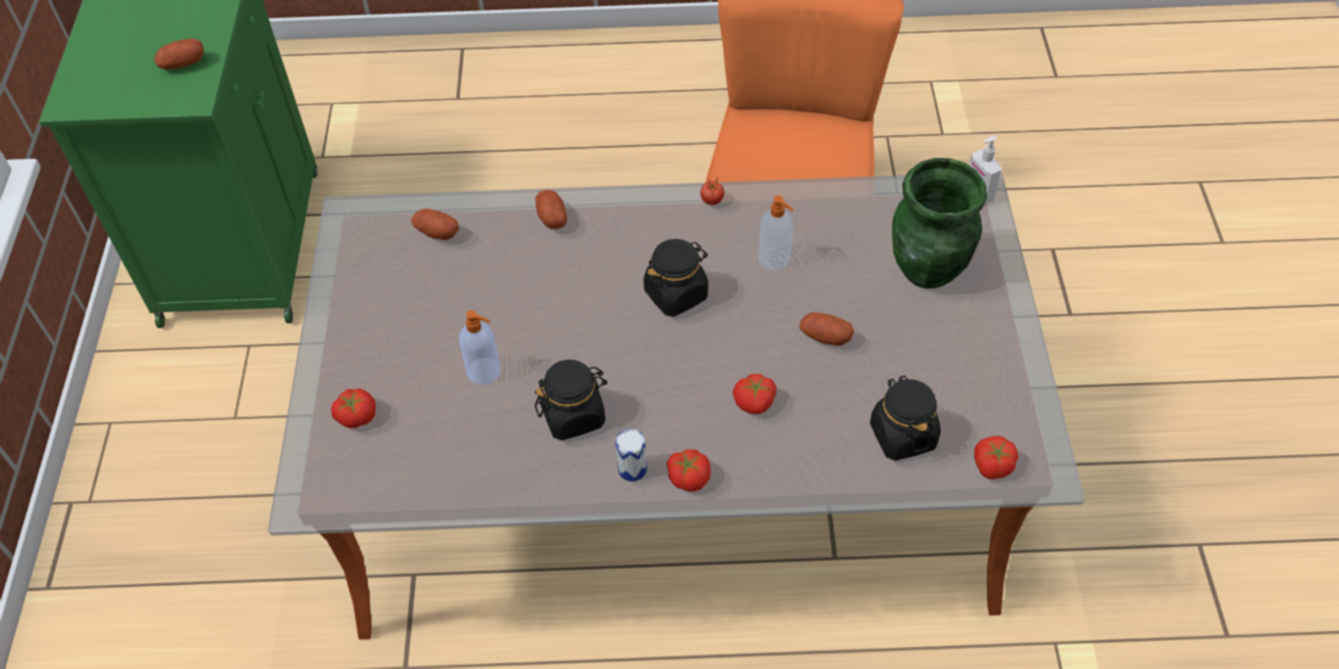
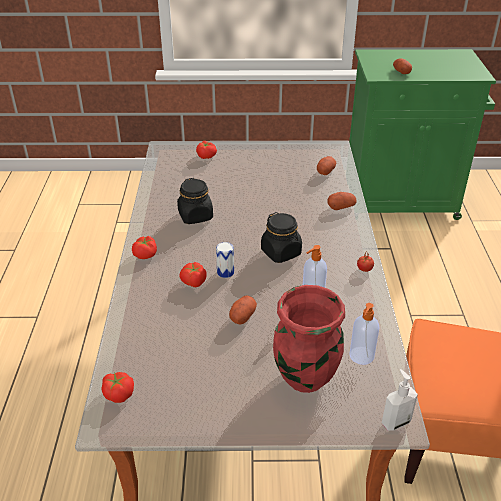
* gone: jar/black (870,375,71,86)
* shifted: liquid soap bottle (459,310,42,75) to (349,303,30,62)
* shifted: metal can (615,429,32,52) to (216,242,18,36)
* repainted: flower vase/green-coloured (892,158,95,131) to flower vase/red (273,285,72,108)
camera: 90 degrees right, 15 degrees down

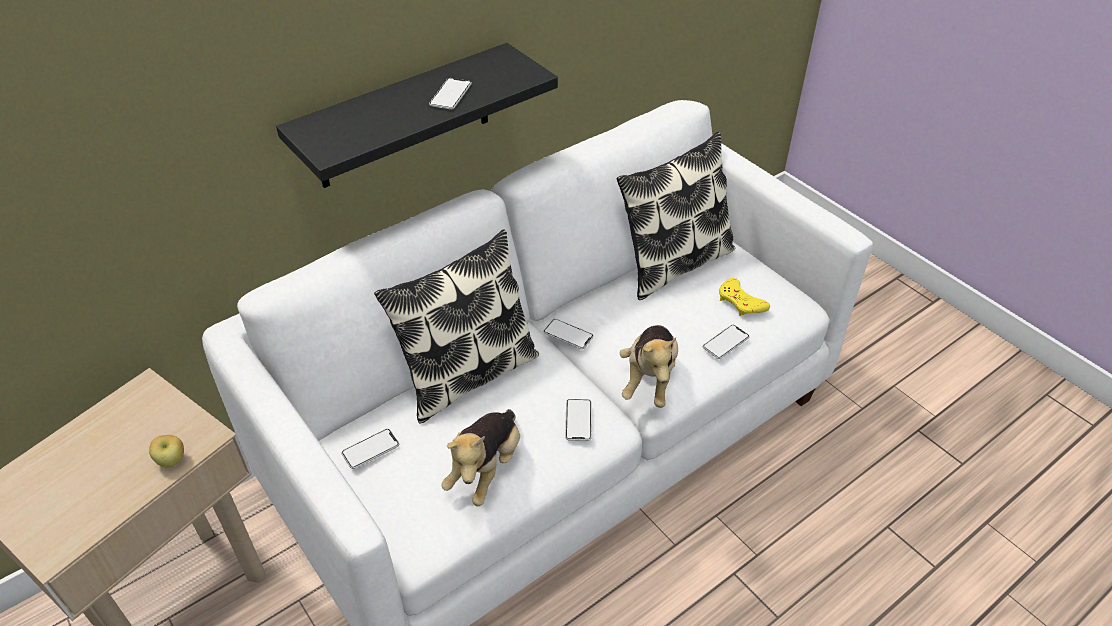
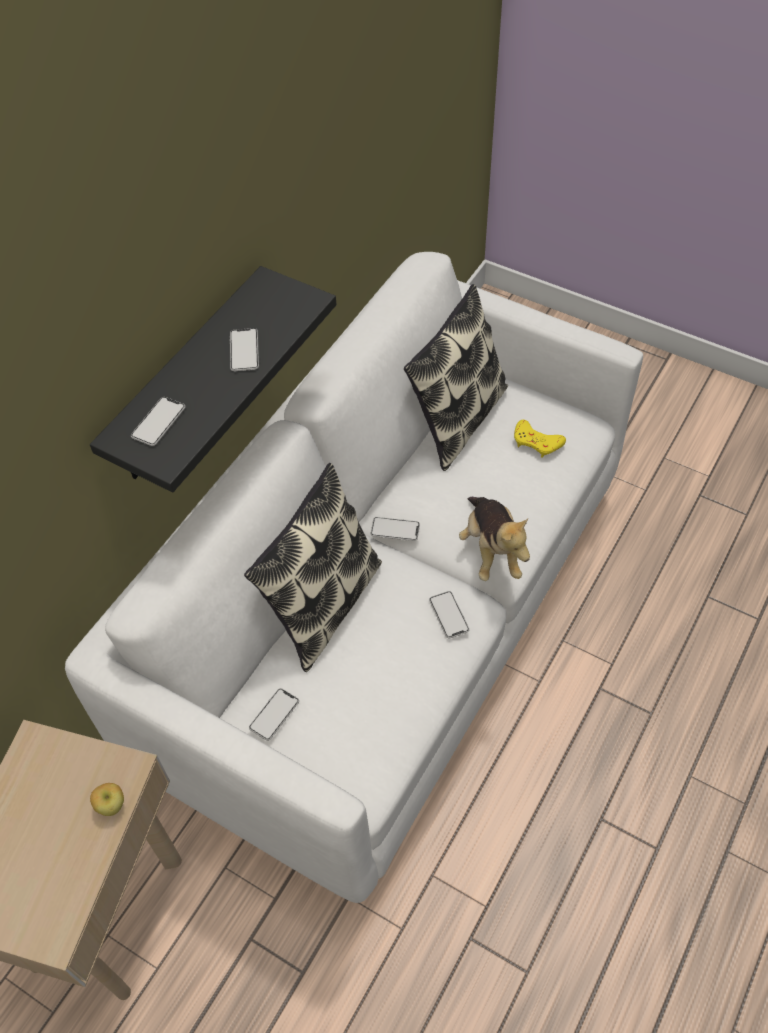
* gone: cuddly toy (441,409,79,97)
* shifted: handset (703,325,46,34) to (131,397,54,49)
camera: 20 degrees left, 10 degrees up

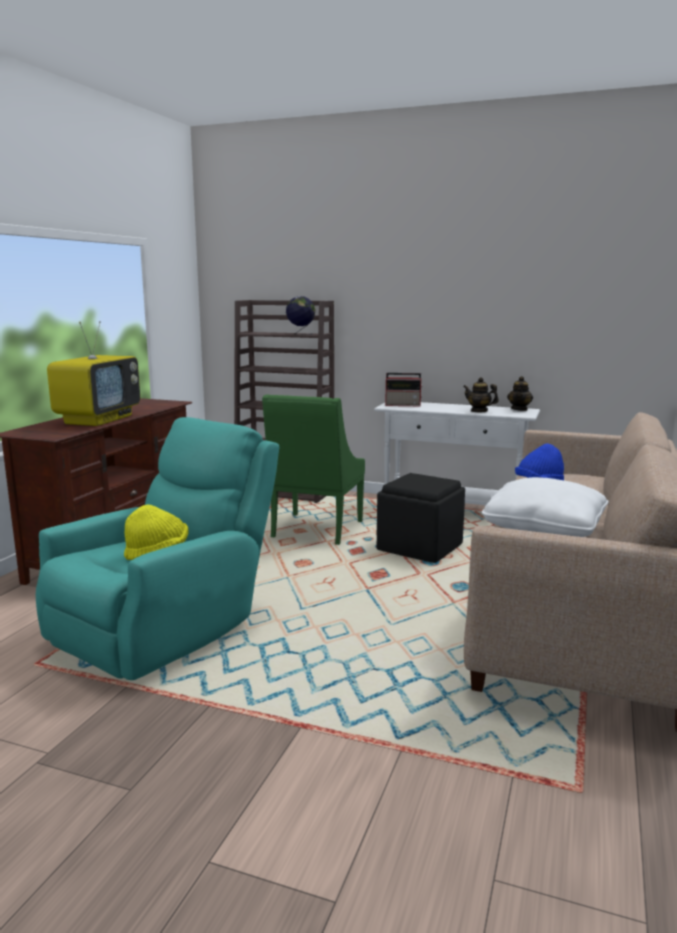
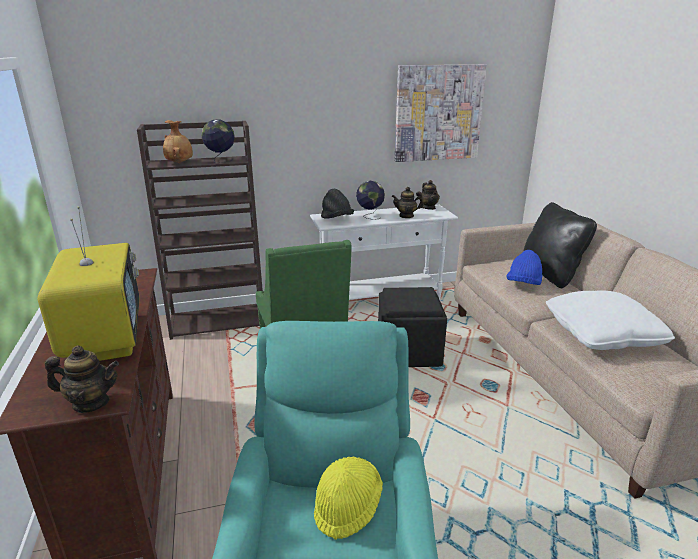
* new: teapot (45,346,74,67)
* new: flower vase/brown-coloured (163,120,30,43)
* new: globe (356,181,29,39)
* new: picture (395,64,92,98)
* new: throw pillow/black (523,202,74,86)
* swapped: radio receiver (385,373,38,33) to hat/black (321,189,33,30)
camera: 35 degrees left, 10 degrees up

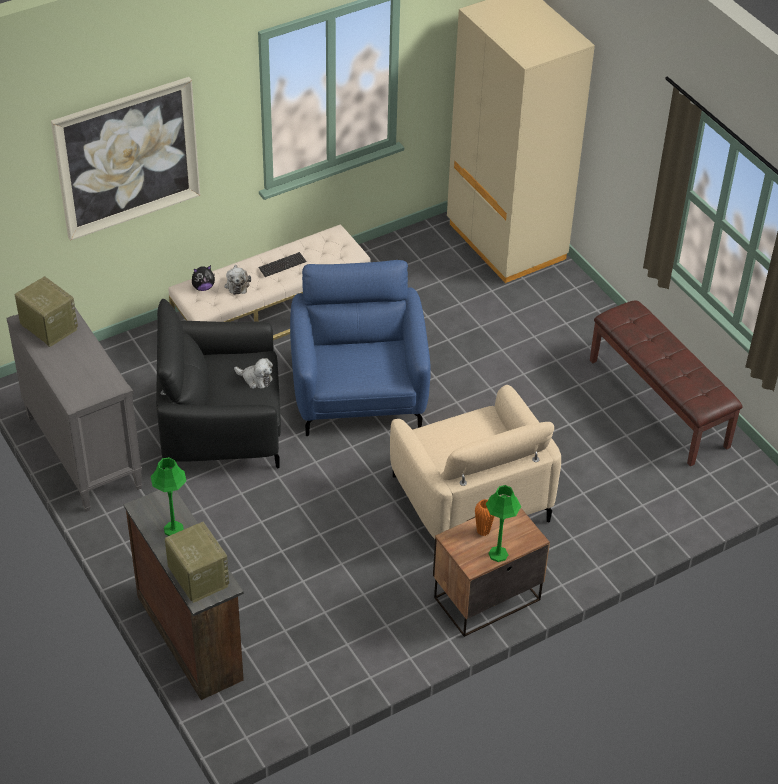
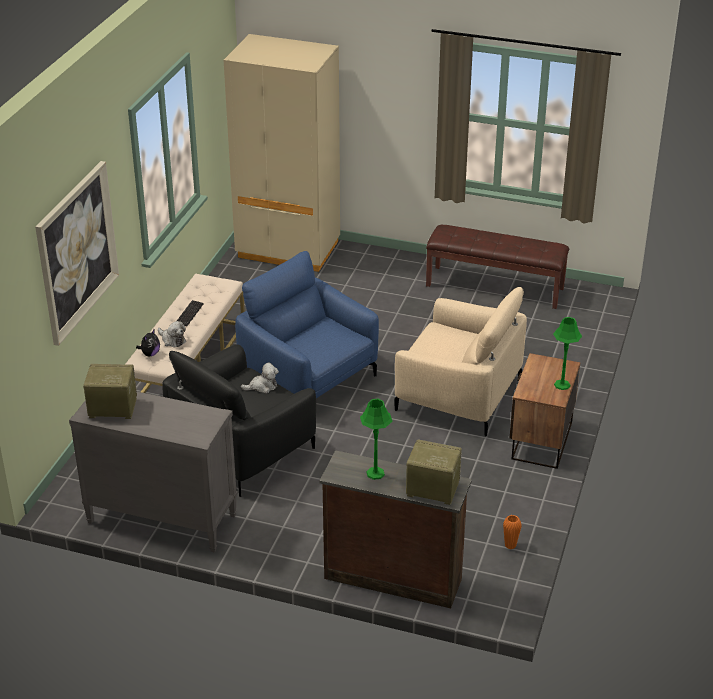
* shifted: flower vase/orangey (475,499,20,37) to (503,515,19,34)
camera: 40 degrees left, 10 degrees down

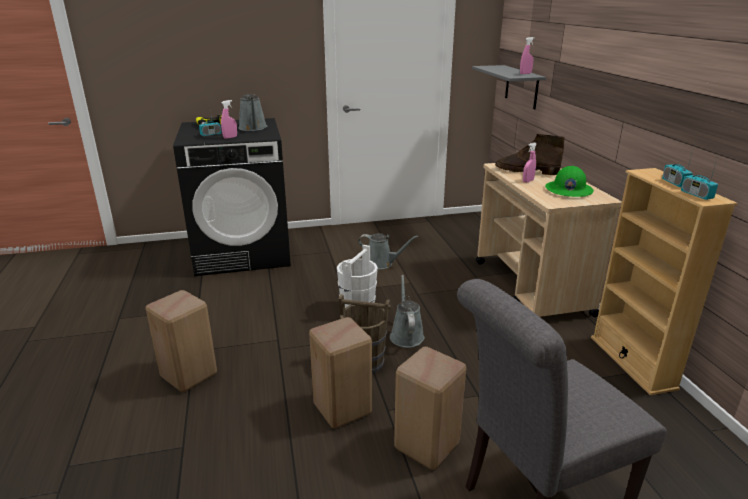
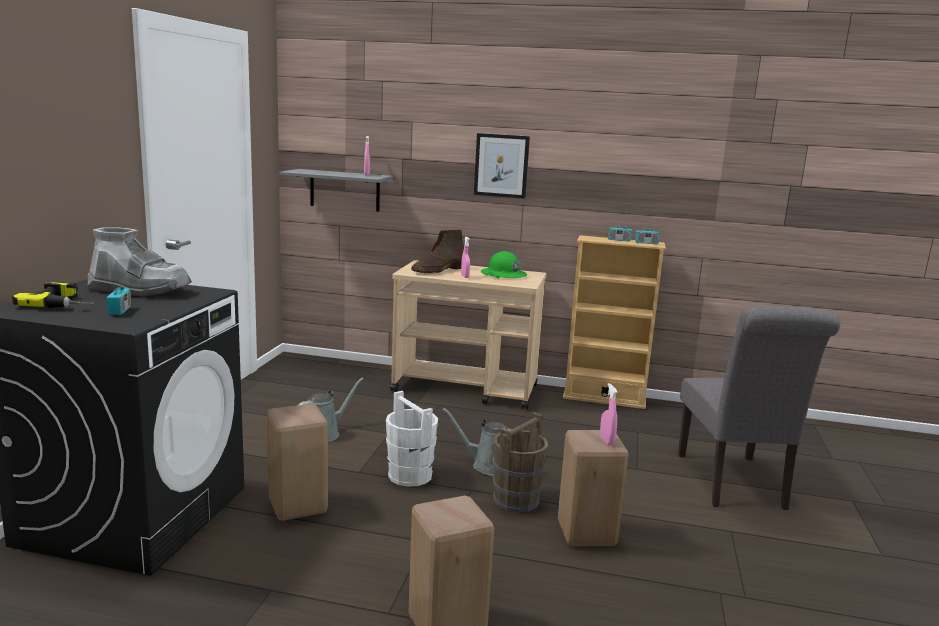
* new: picture (474,133,56,66)
* shifted: hand sprayer/pink-coloured (221,100,16,39) to (600,383,18,62)
* shifted: stool/beige (394,347,72,123) to (267,404,61,117)
* swapped: watering can/greyish (238,94,29,37) to high-top boot/greyish (88,228,104,69)
camera: 65 degrees left, 10 degrees down

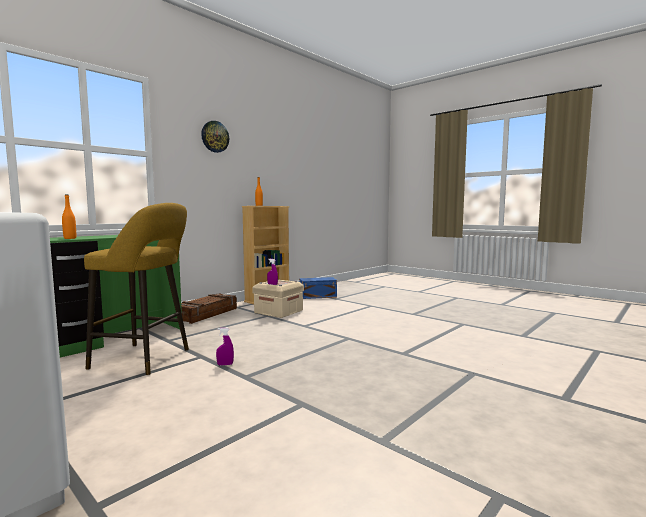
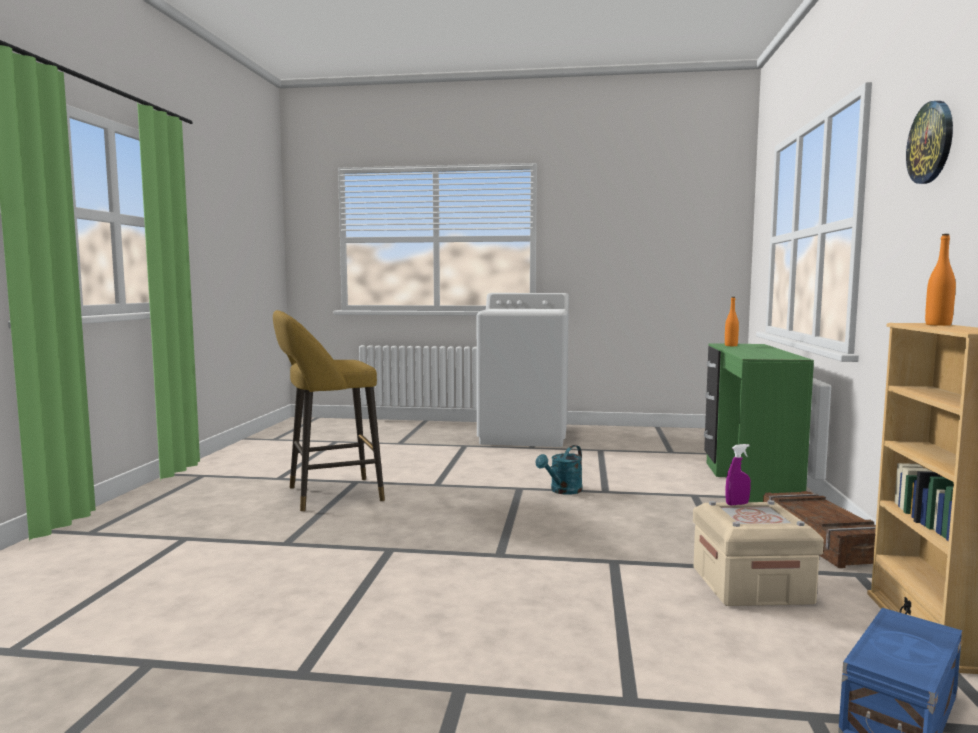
* shifted: stool/yellowish (84,203,105,172) to (273,310,112,201)
* swapped: hand sprayer/purple (216,328,18,38) to watering can/blue-green (535,445,48,50)
camera: 145 degrees right, 0 degrees up

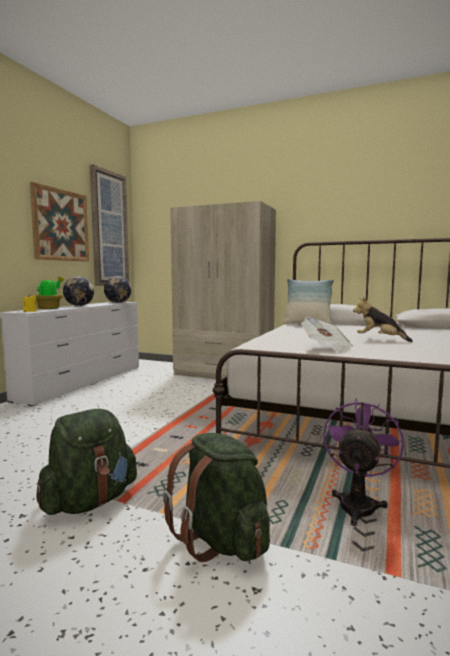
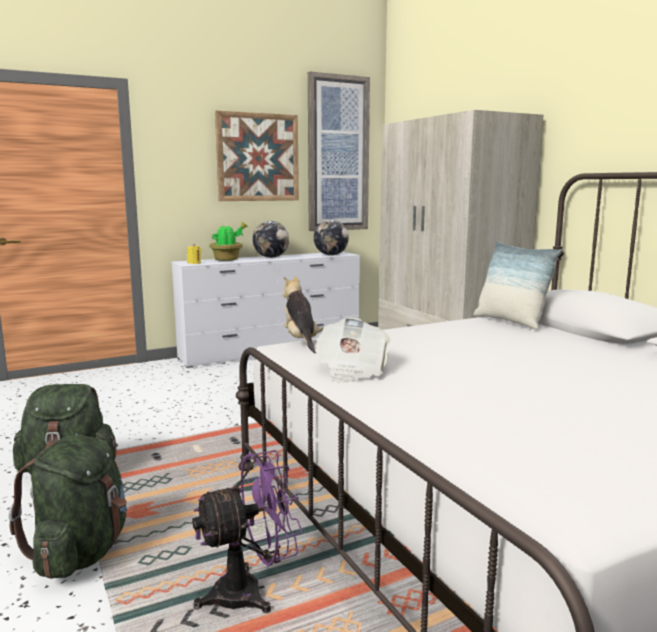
* shifted: cuddly toy (353,297,60,45) to (283,276,40,77)
camera: 40 degrees right, 5 degrees up

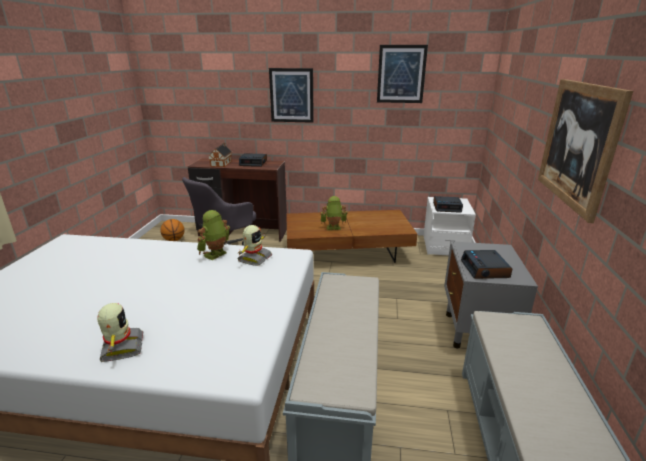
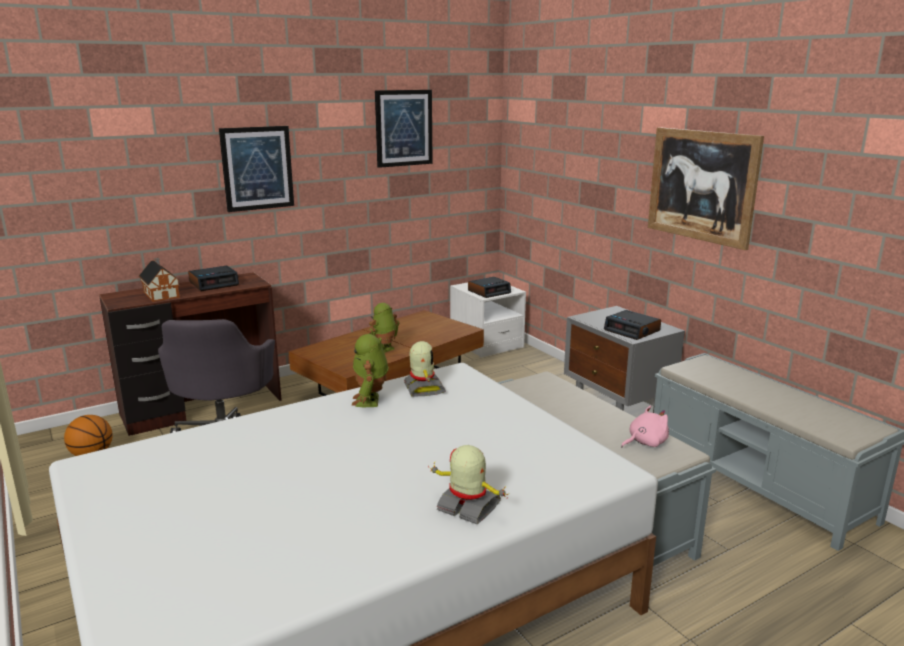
* new: cuddly toy/pink-coloured (621,406,48,41)
camera: 40 degrees left, 5 degrees down

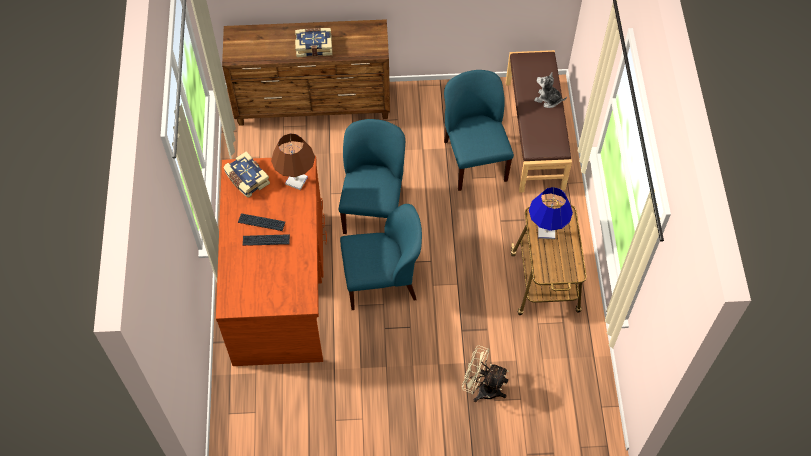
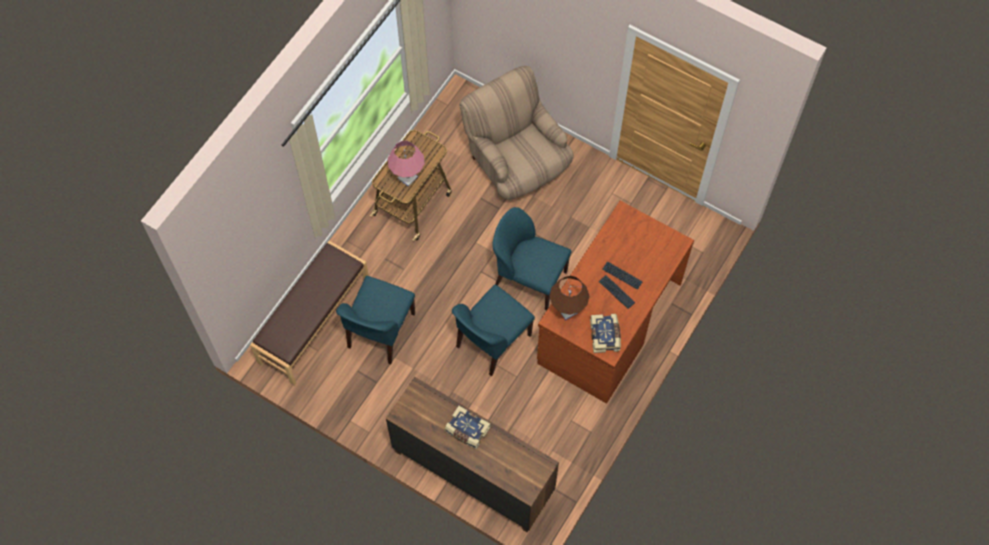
* gone: cuddly toy (534,72,33,36)
* swapped: fan/beige (462,345,47,57) to lounge chair/beige (459,66,115,134)
* repainted: tabletop lamp/blue-coloured (529,187,44,52) to tabletop lamp/pink-coloured (388,141,37,46)
camera: 145 degrees left, 5 degrees up

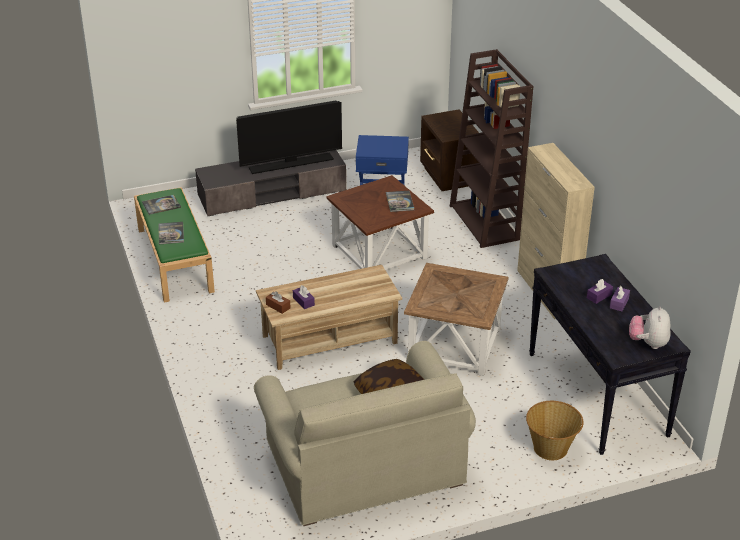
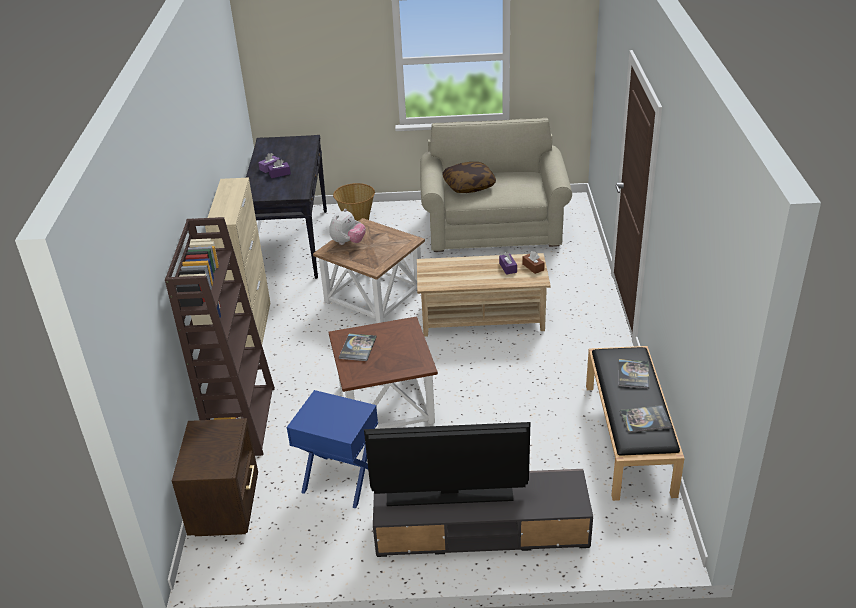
* shifted: cuddly toy (629,306,42,43) to (329,209,37,36)
* repainted: long seat/green-coloured (134,187,81,116) to long seat/black (586,346,99,155)
camera: 160 degrees left, 0 degrees up

